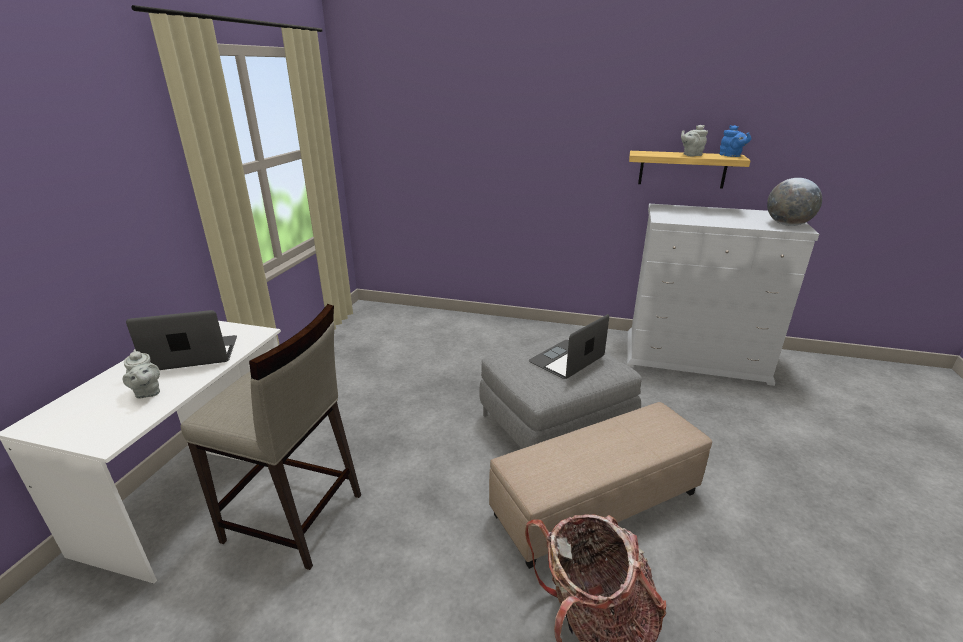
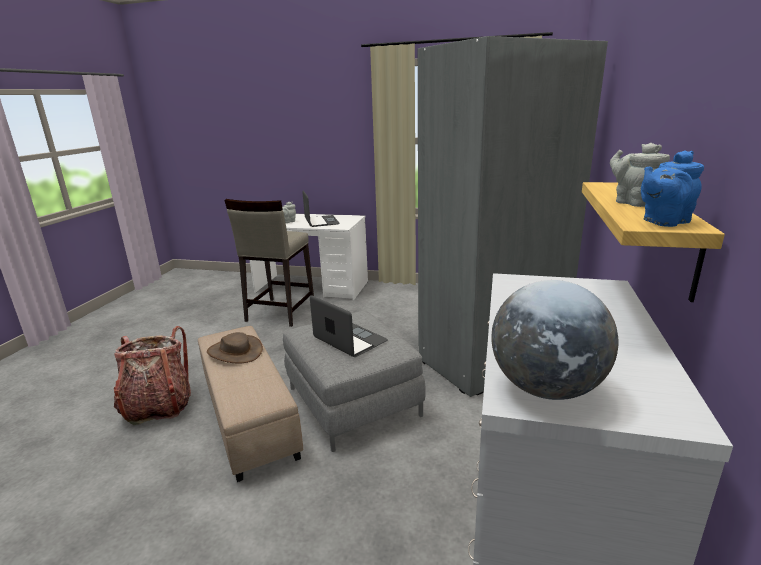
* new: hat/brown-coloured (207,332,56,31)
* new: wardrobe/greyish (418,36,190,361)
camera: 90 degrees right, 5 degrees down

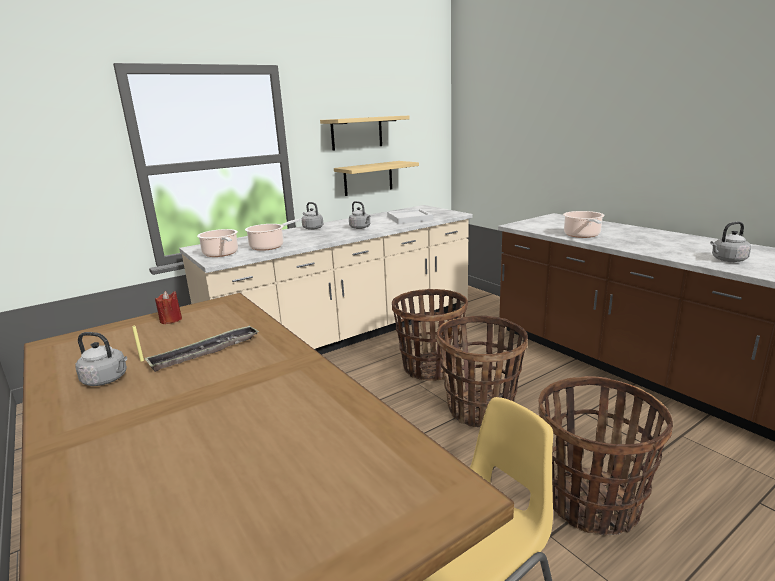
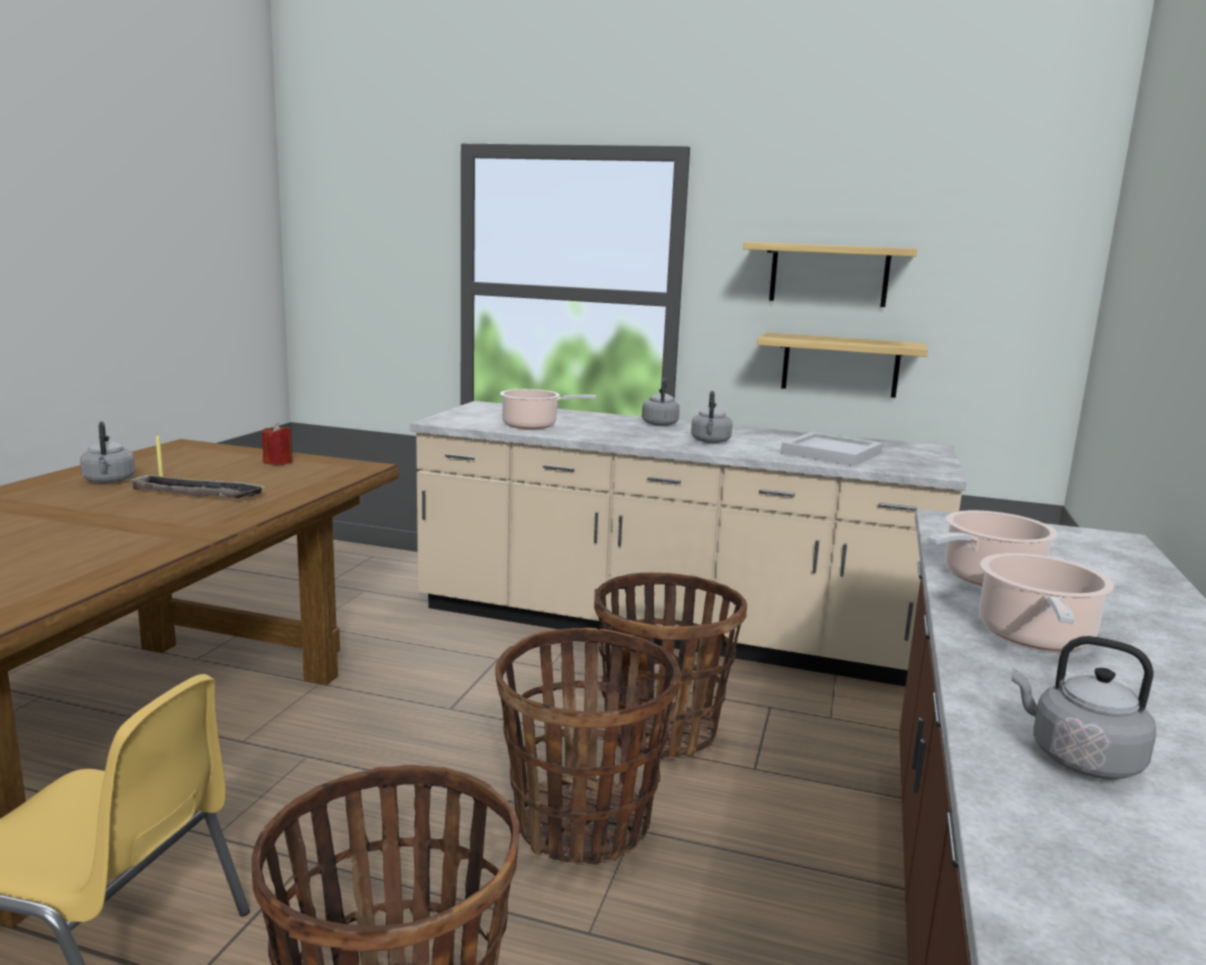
* shifted: cooking pot (197,229,41,28) to (979,553,135,98)
camera: 50 degrees right, 5 degrees down

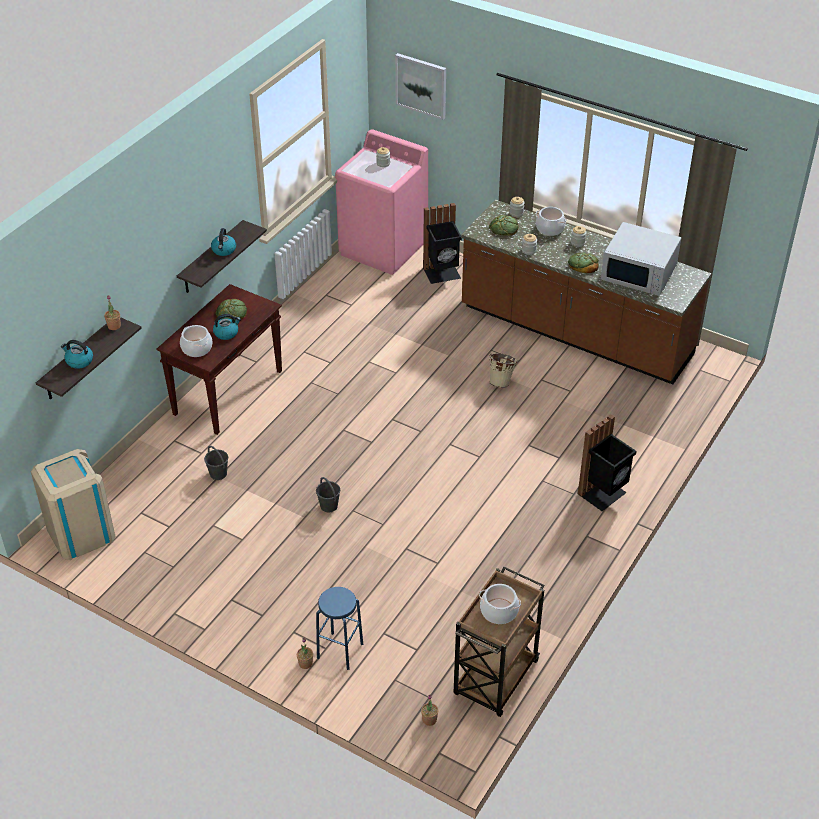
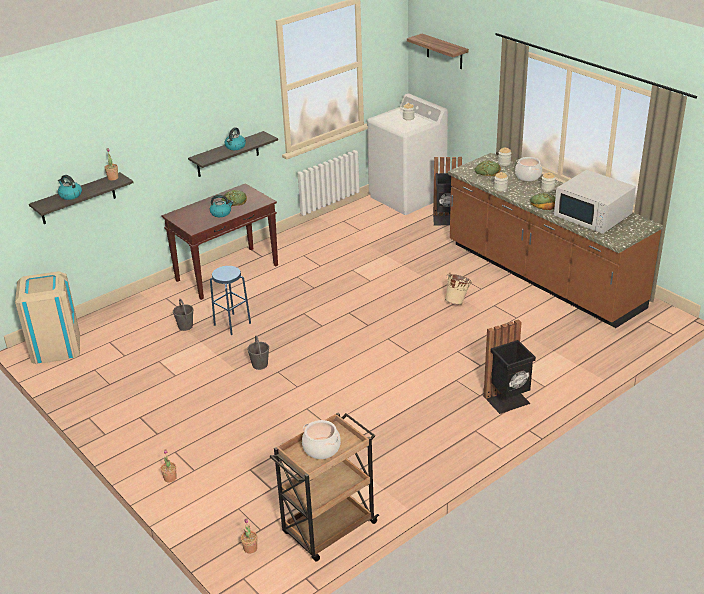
* gone: cooking pot (180,325,33,32)
* shifted: stool/blue-coloured (316,587,47,83) to (210,266,41,69)
* swapped: picture (395,53,51,67) to shelf (407,34,62,35)
* repainted: laundry appliance/pink-coloured (335,129,93,146) to laundry appliance/white (367,94,81,121)
camera: 20 degrees right, 10 degrees down

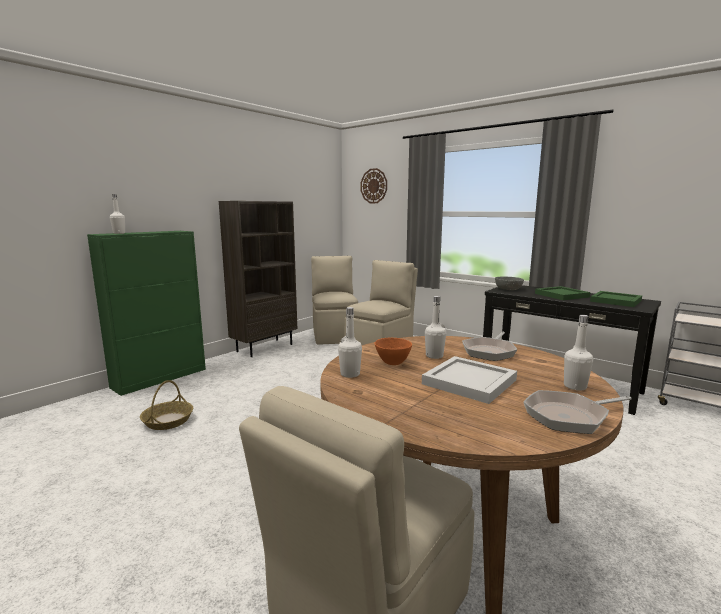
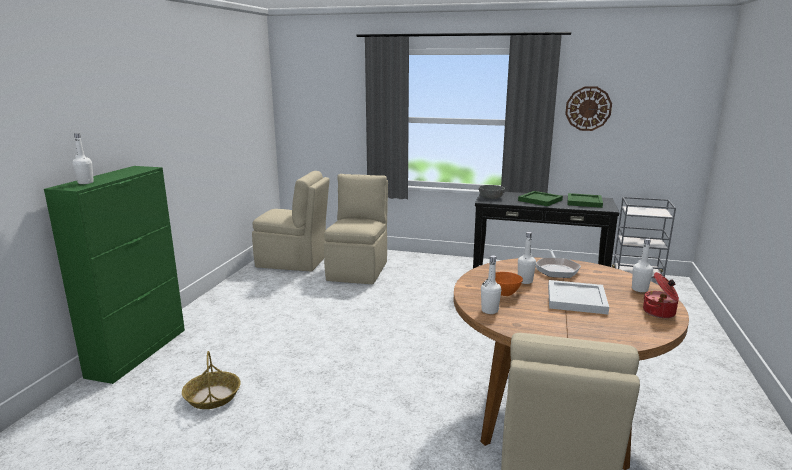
* gone: shelving unit/brown-coloured (219,201,78,156)
* shifted: clock on the wall (361,168,26,35) to (565,86,47,45)
* swapped: pan (523,390,109,44) to cooking pot (643,272,36,46)
* rotated: plain chair/beige (311,256,47,89) = (252,171,78,101) 135 degrees clockwise
camera: 25 degrees left, 5 degrees up

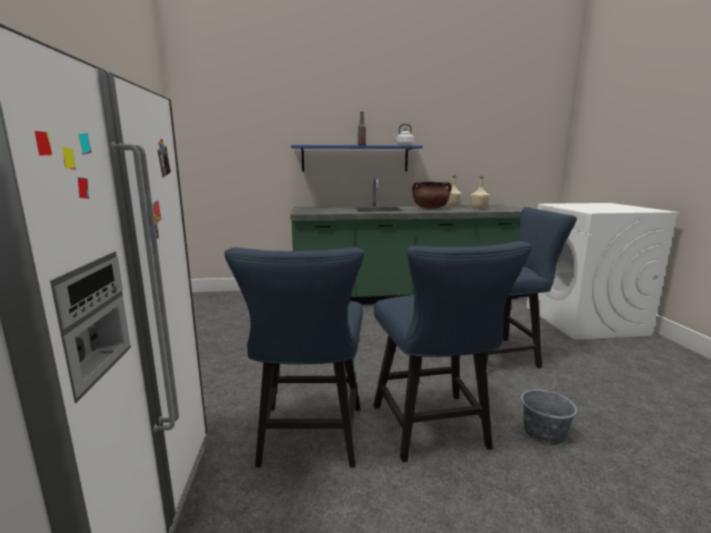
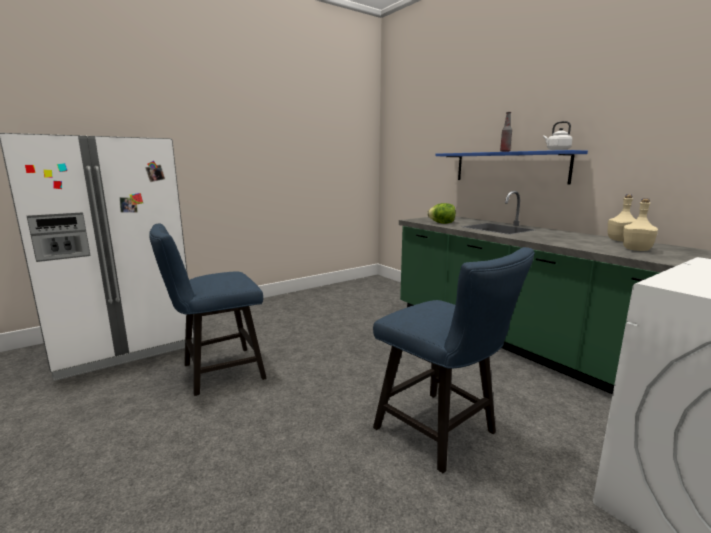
* gone: plain chair/blue-coloured (373,241,158,221)
* gone: cooking pot/brown-coloured (412,181,40,27)
* gone: pail/greyish (521,378,56,67)
* new: head of lettuce (427,203,29,21)
camera: 60 degrees right, 0 degrees up

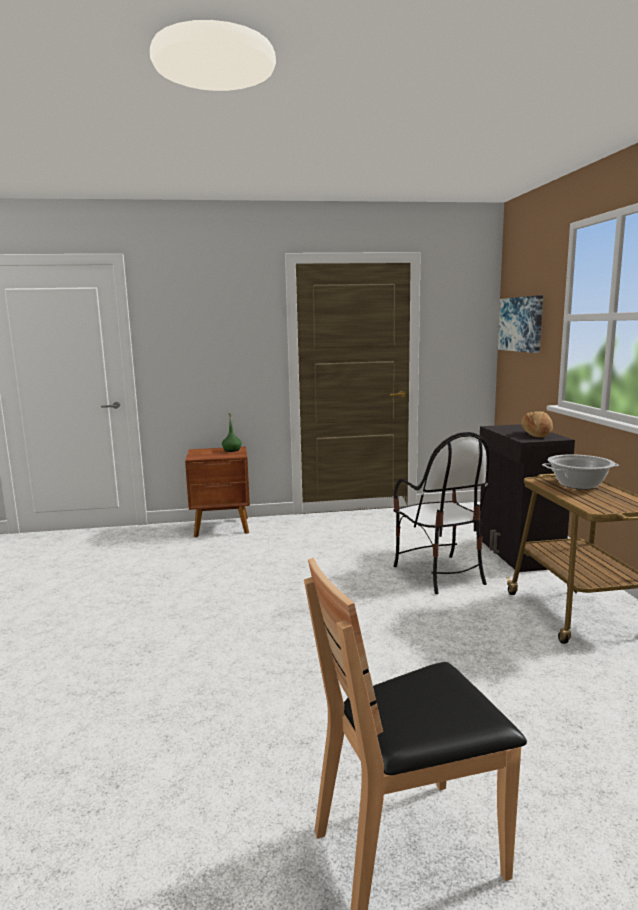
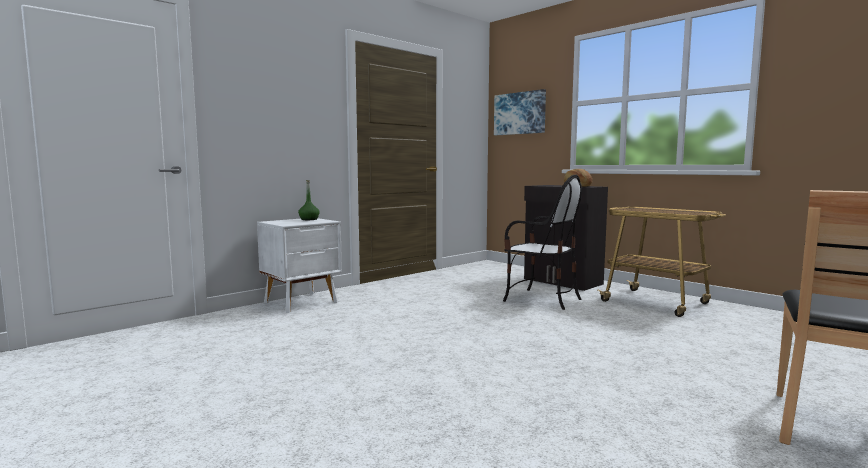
* gone: cooking pot (542,454,77,35)
* repainted: bedside table/brown-coloured (185,446,65,91) to bedside table/white (257,218,85,95)
camera: 35 degrees left, 5 degrees down

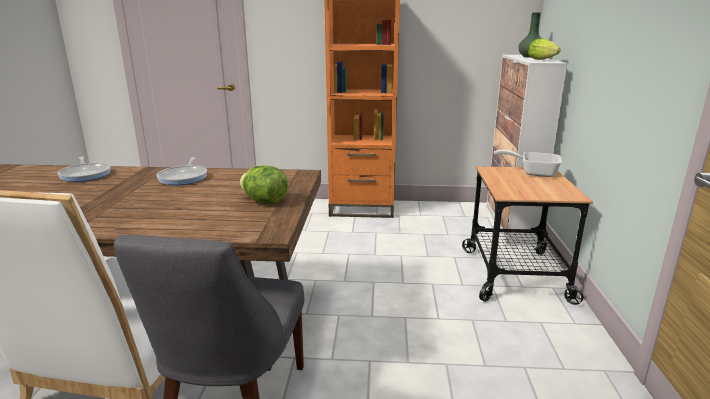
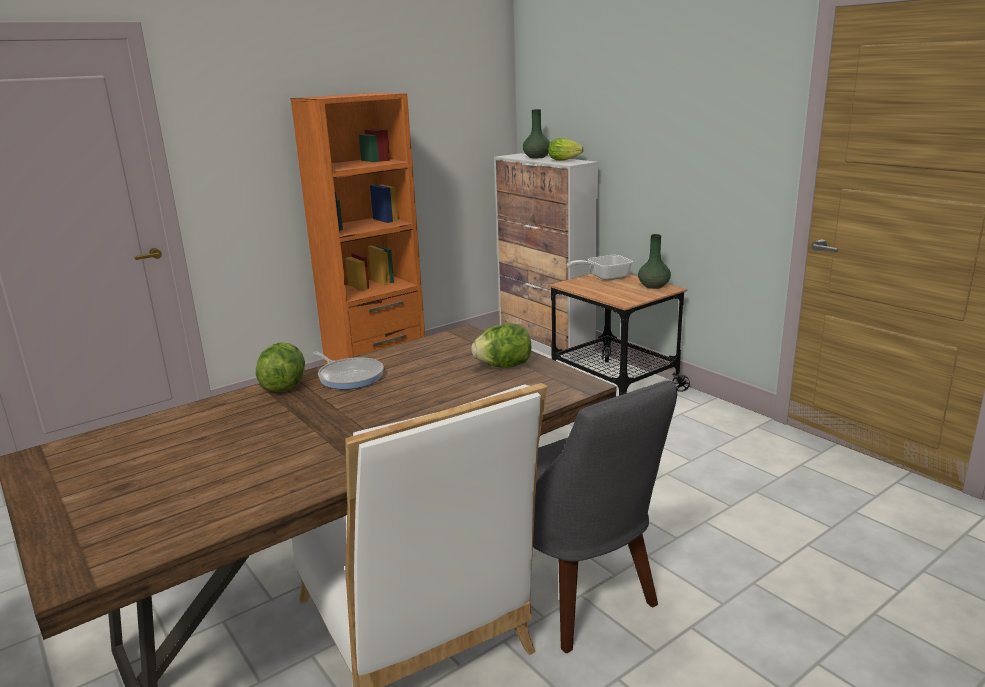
* gone: pan (57,156,54,26)
* new: head of lettuce (256,342,49,50)
* new: flower vase/green-coloured (638,234,33,55)
camera: 40 degrees left, 0 degrees up

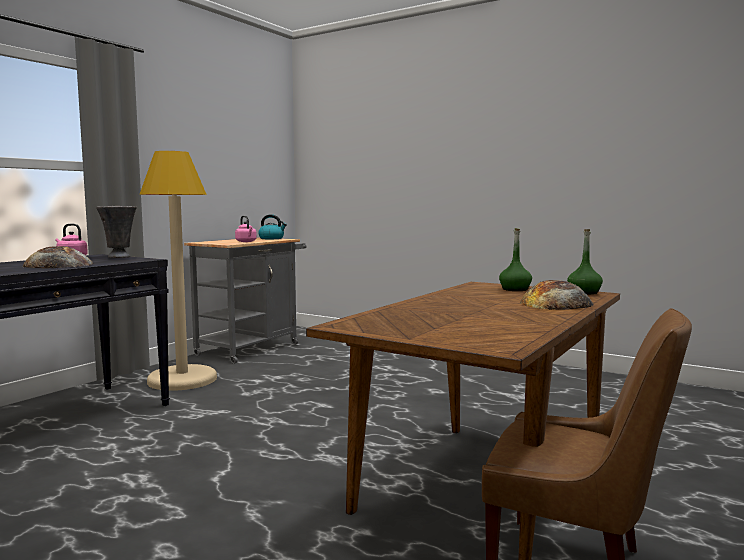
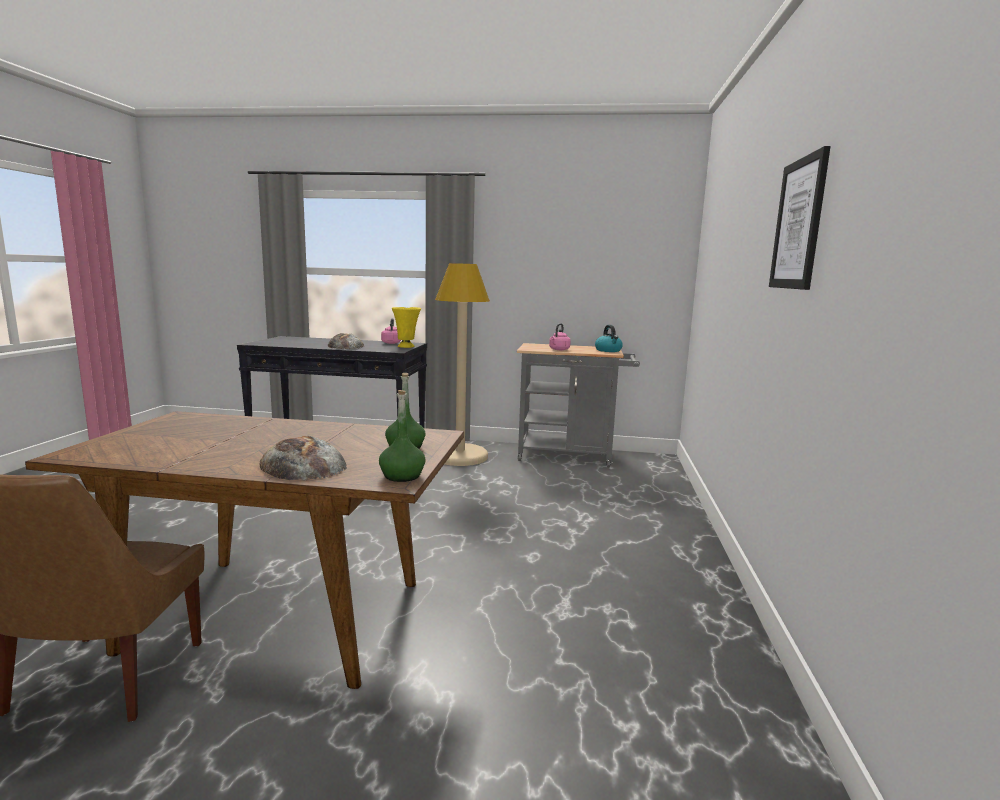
* new: picture (769,146,62,144)
* repainted: flower vase/greyish (96,206,41,52) to flower vase/yellowish (392,307,29,41)
camera: 65 degrees right, 5 degrees up

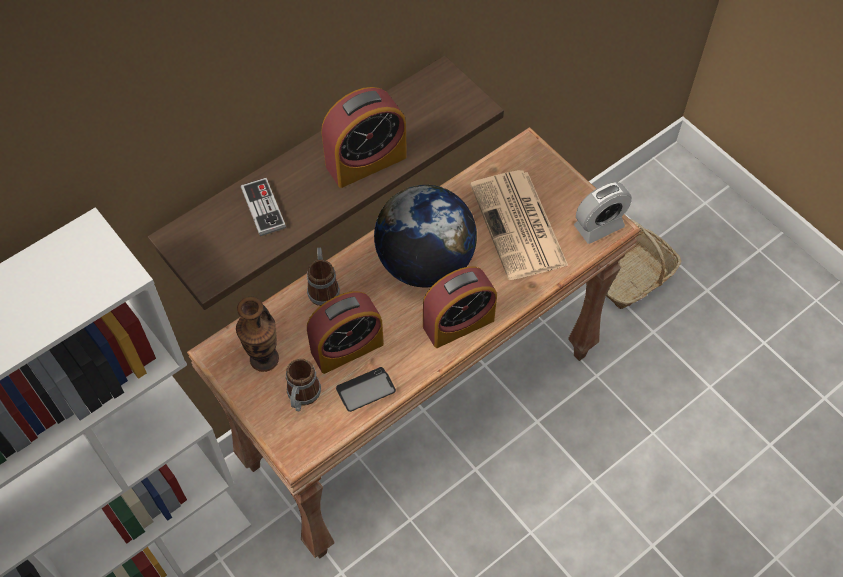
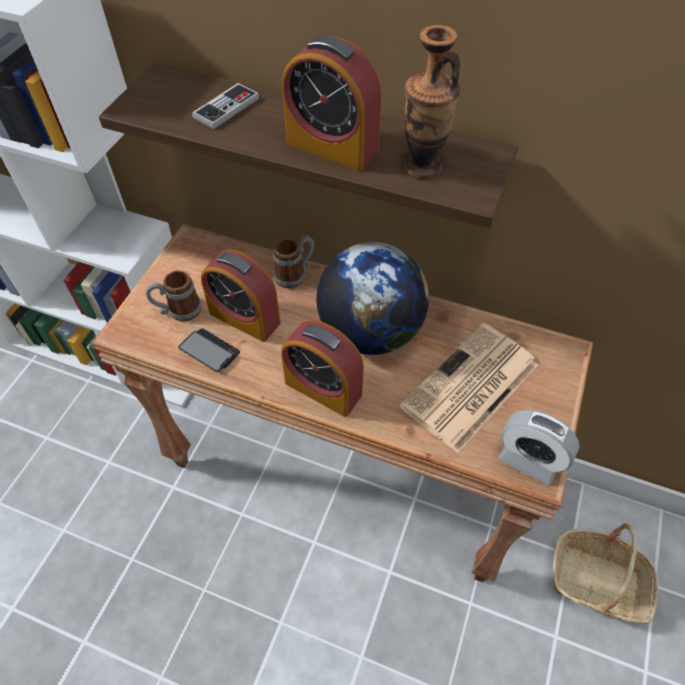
* shifted: flower vase (236,297,43,75) to (404,25,56,154)
camera: 60 degrees right, 5 degrees down

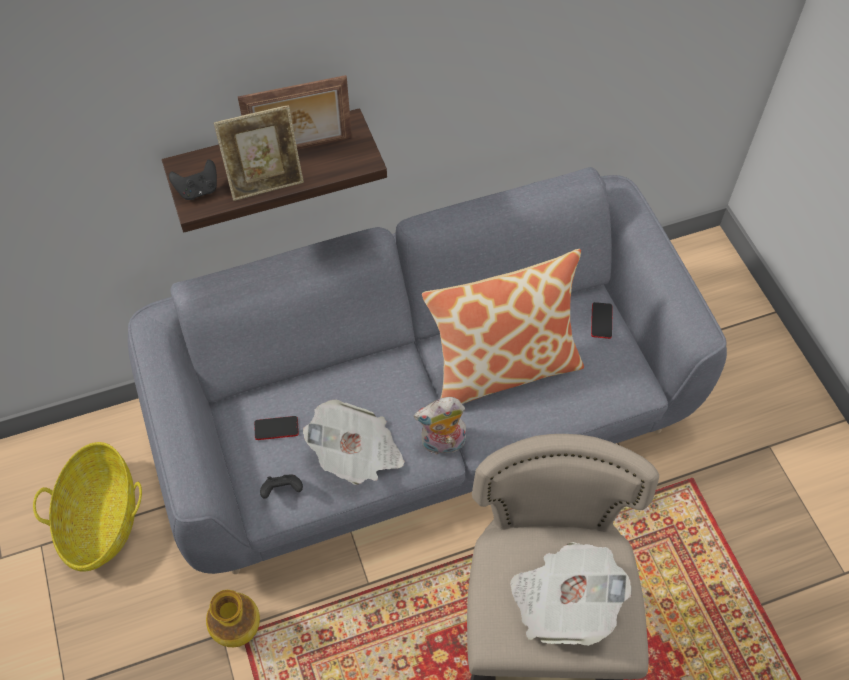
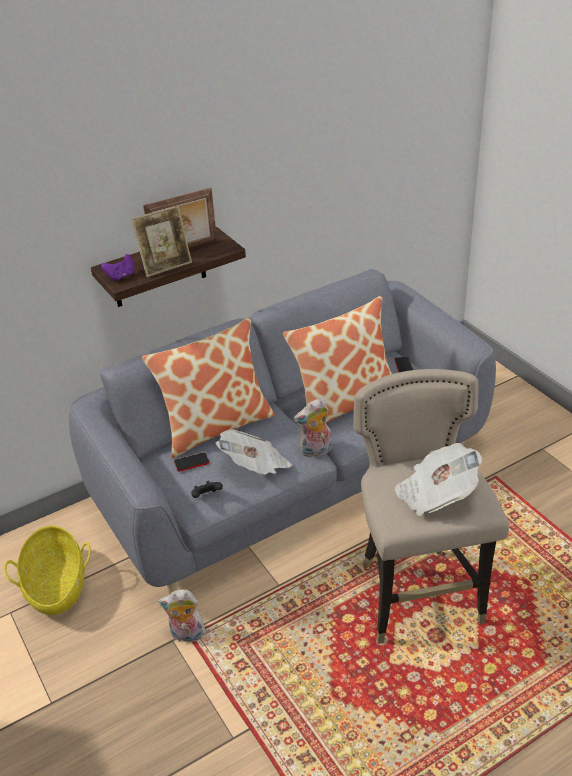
* new: throw pillow (142,317,133,141)
* swapped: flower vase (206,590,54,57) to cuddly toy (158,589,48,53)
* repainted: game controller/black (169,159,48,41) to game controller/purple (101,254,33,28)
camera: 10 degrees left, 20 degrees down

